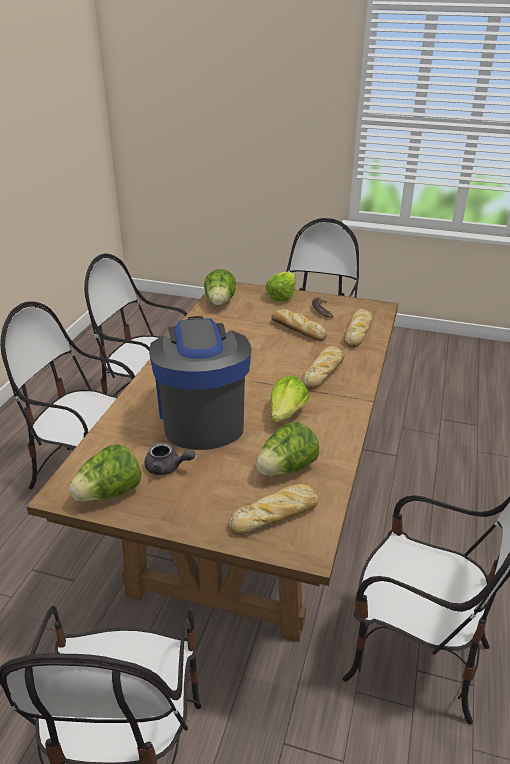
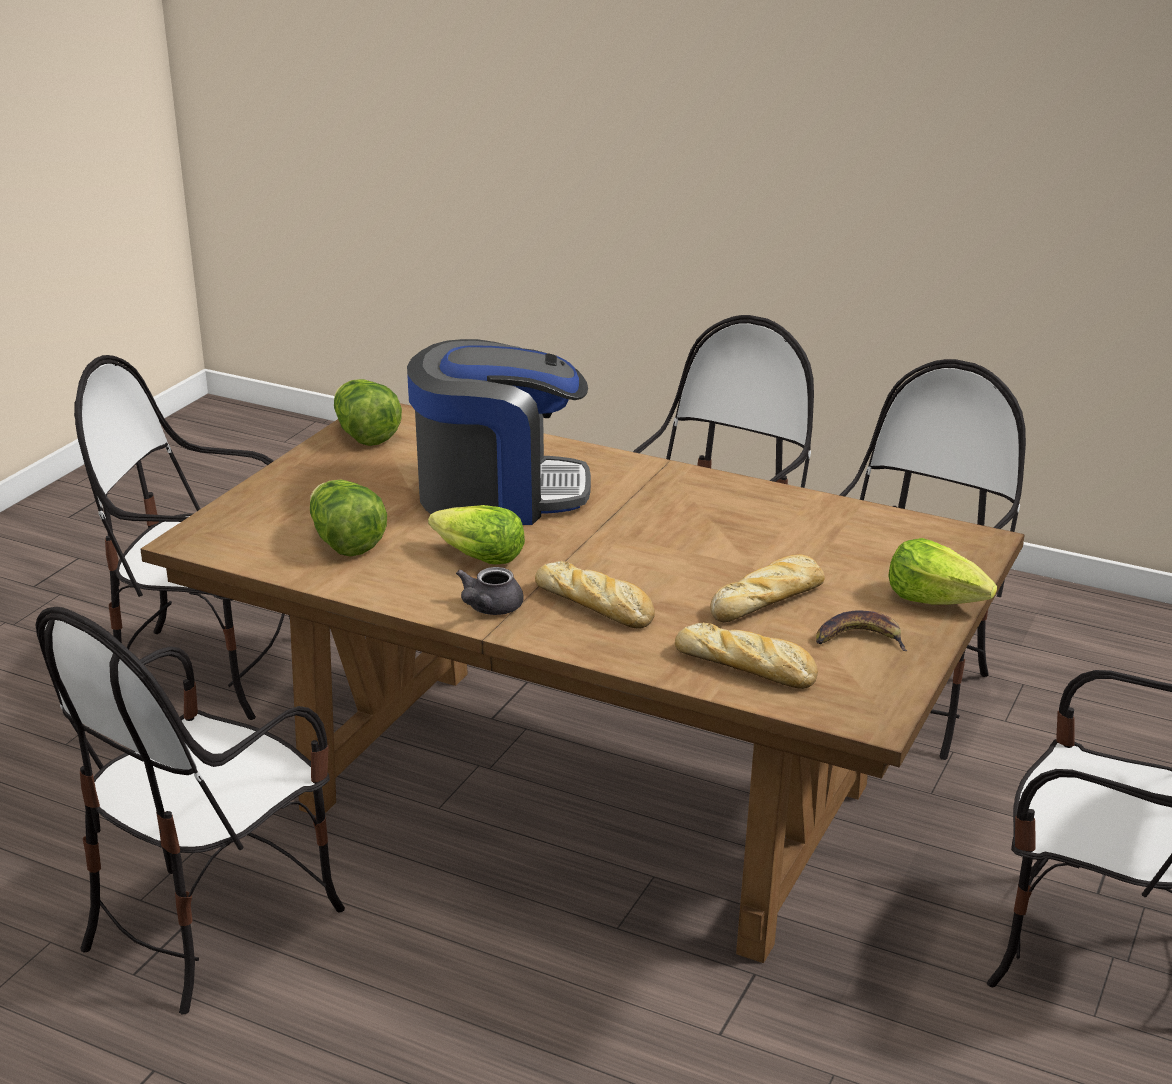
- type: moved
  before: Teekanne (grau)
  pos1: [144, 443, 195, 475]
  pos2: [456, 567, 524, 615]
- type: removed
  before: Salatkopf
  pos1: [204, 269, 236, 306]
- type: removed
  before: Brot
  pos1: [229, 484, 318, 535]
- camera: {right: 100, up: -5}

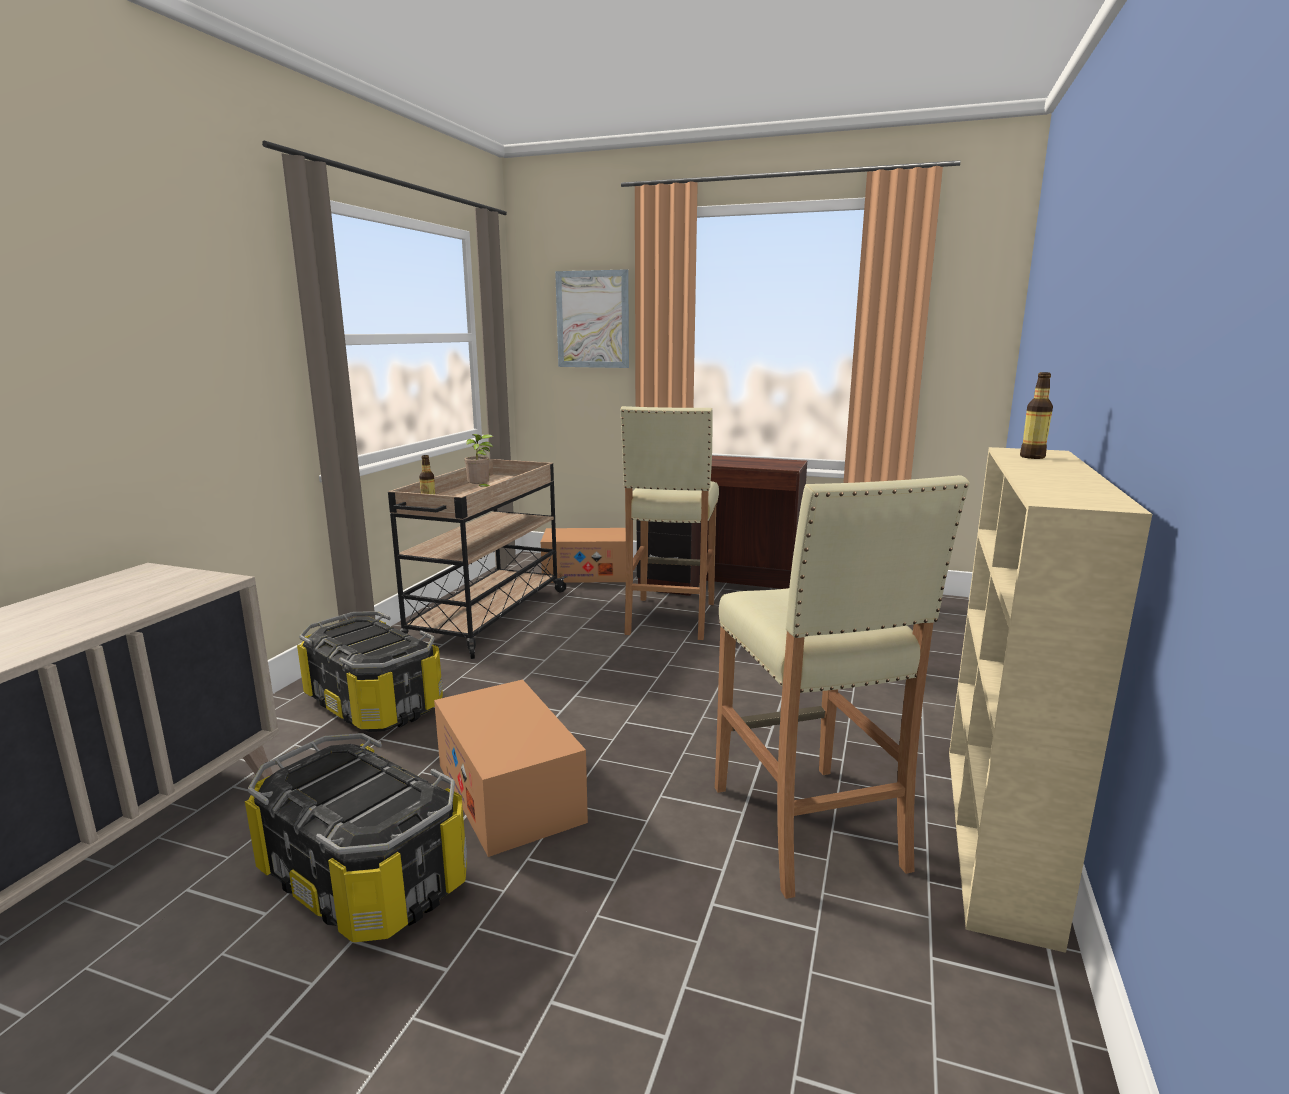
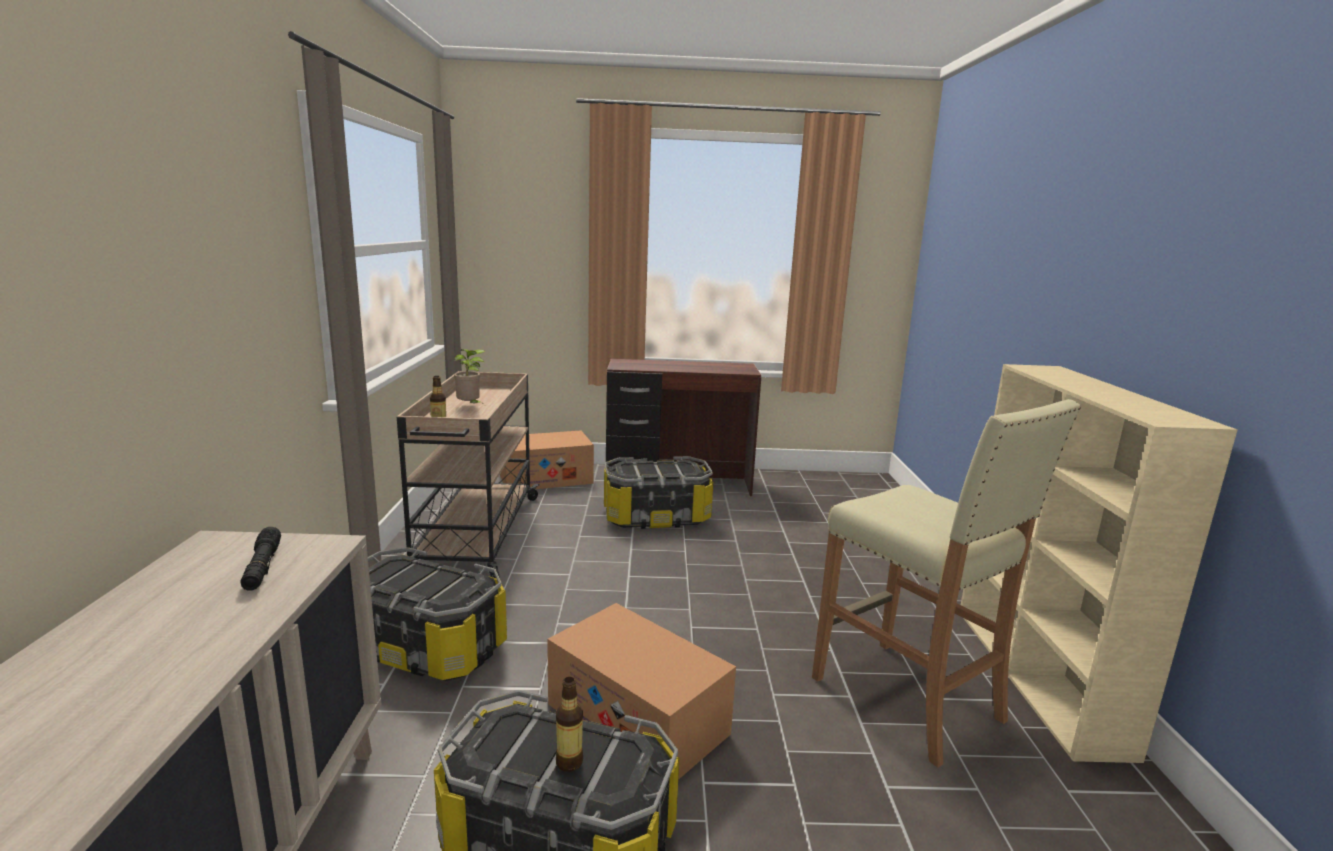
- type: added
  after: Taschenlampe (schwarz)
  pos2: [241, 527, 281, 590]
- type: moved
  before: Flasche
  pos1: [1020, 372, 1053, 459]
  pos2: [556, 677, 583, 772]
- type: replaced
  before: Hocker (beige)
  after: Aufbewahrungsbox
  pos1: [621, 406, 719, 640]
  pos2: [604, 456, 713, 529]
- type: removed
  before: Bild
  pos1: [555, 269, 629, 368]
- camera: {right: -20, up: 0}

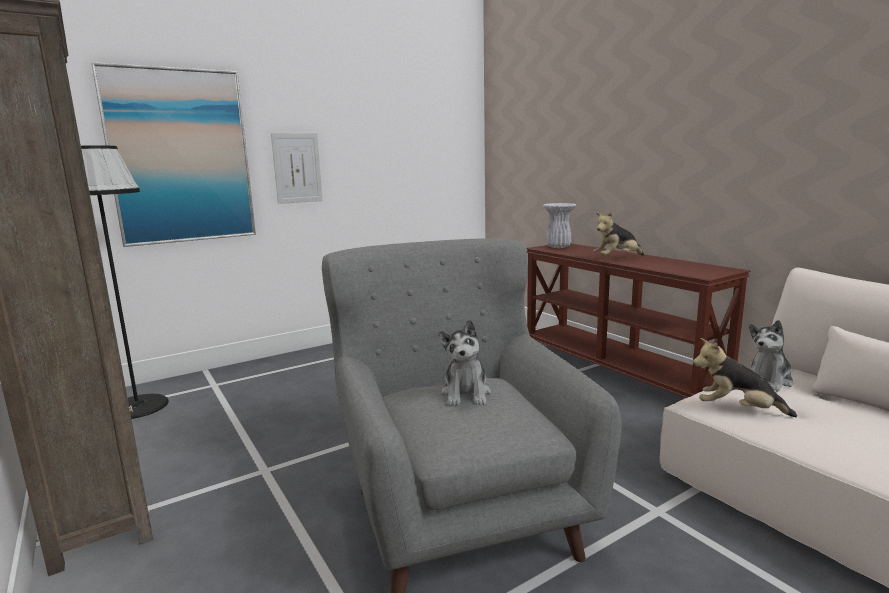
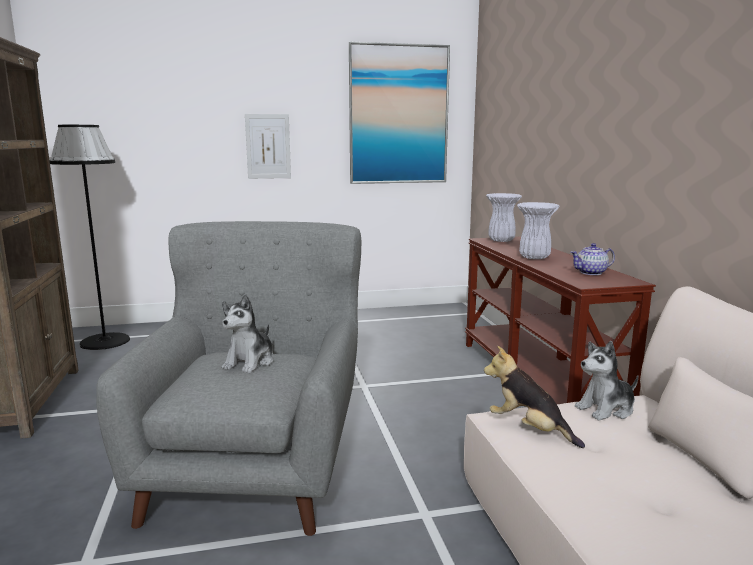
- type: moved
  before: Bild
  pos1: [91, 62, 256, 247]
  pos2: [349, 42, 450, 184]
- type: replaced
  before: Plüschtier
  after: Vase (weiß)
  pos1: [594, 211, 644, 256]
  pos2: [517, 202, 560, 259]
- type: added
  after: Teekanne
  pos2: [570, 243, 615, 275]
- camera: {right: 20, up: 0}

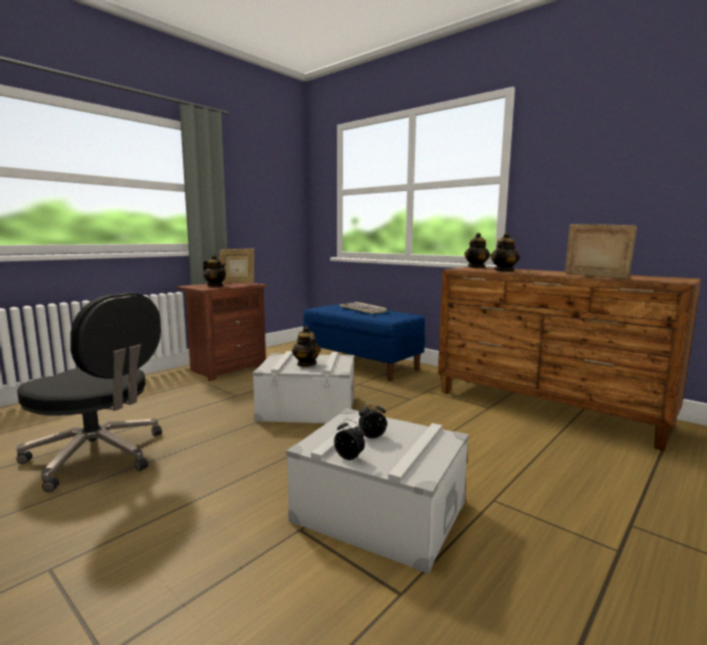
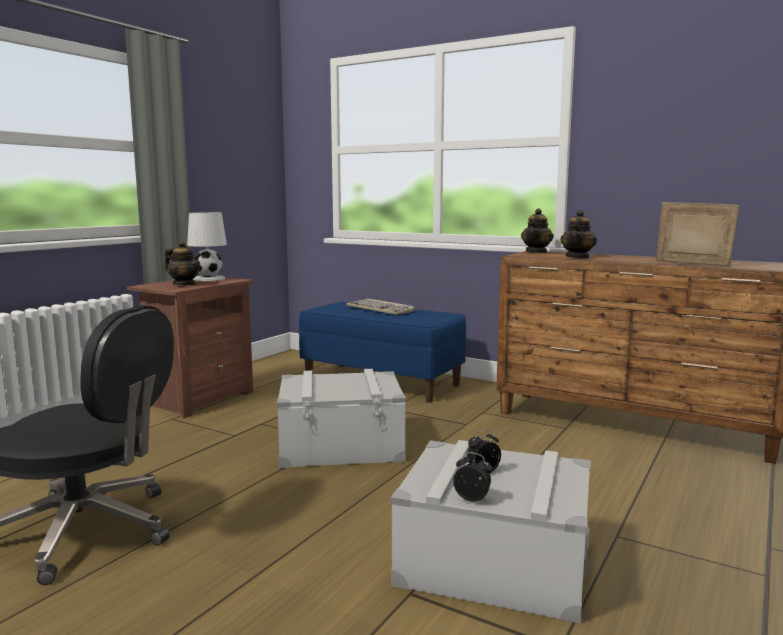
- type: replaced
  before: Bilderrahmen
  after: Tischlampe (weiß)
  pos1: [220, 249, 254, 283]
  pos2: [187, 212, 227, 281]
- type: removed
  before: Teekanne
  pos1: [292, 326, 321, 367]
- camera: {right: -10, up: 0}

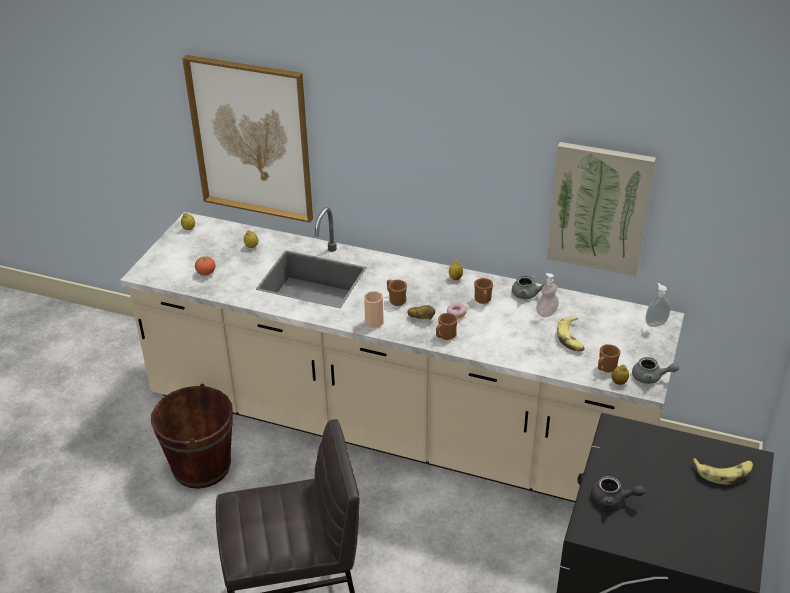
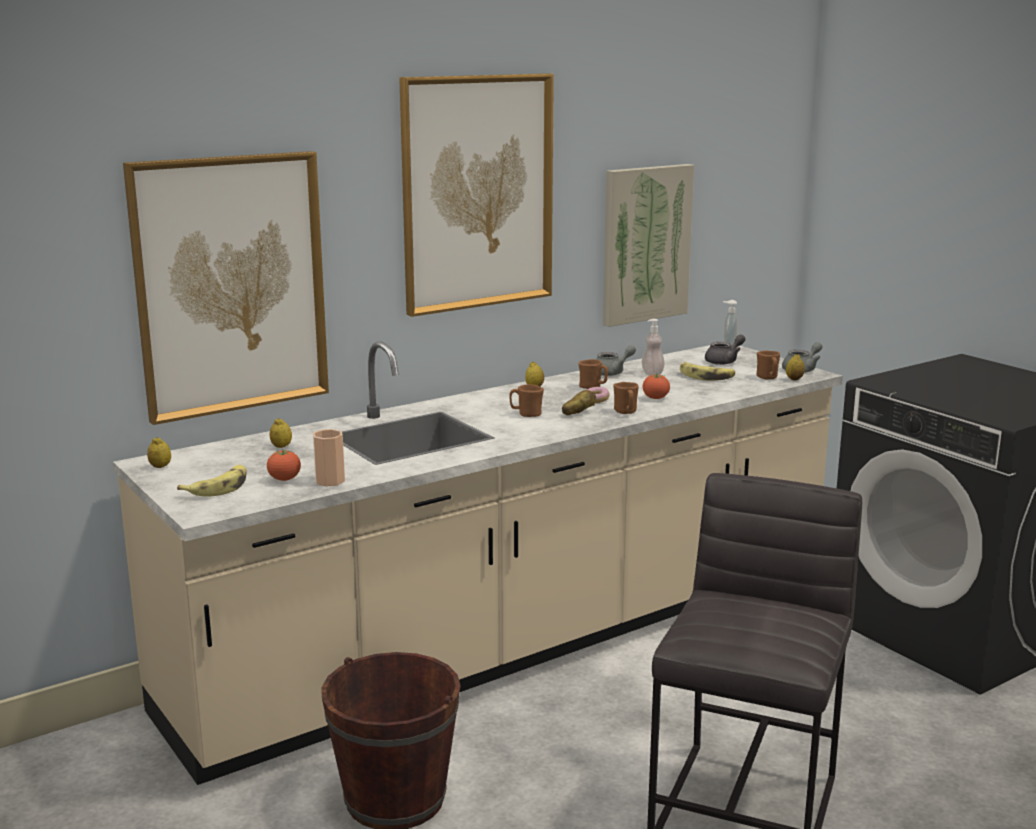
- type: moved
  before: Banane
  pos1: [692, 458, 753, 484]
  pos2: [177, 465, 246, 497]
- type: moved
  before: Tasse
  pos1: [364, 291, 384, 328]
  pos2: [313, 429, 345, 486]
- type: added
  after: Bild
  pos2: [399, 73, 554, 317]
- type: added
  after: Tomate
  pos2: [643, 374, 670, 399]
- type: moved
  before: Teekanne (grau)
  pos1: [591, 476, 645, 509]
  pos2: [705, 334, 745, 365]
- camera: {right: -55, up: -20}

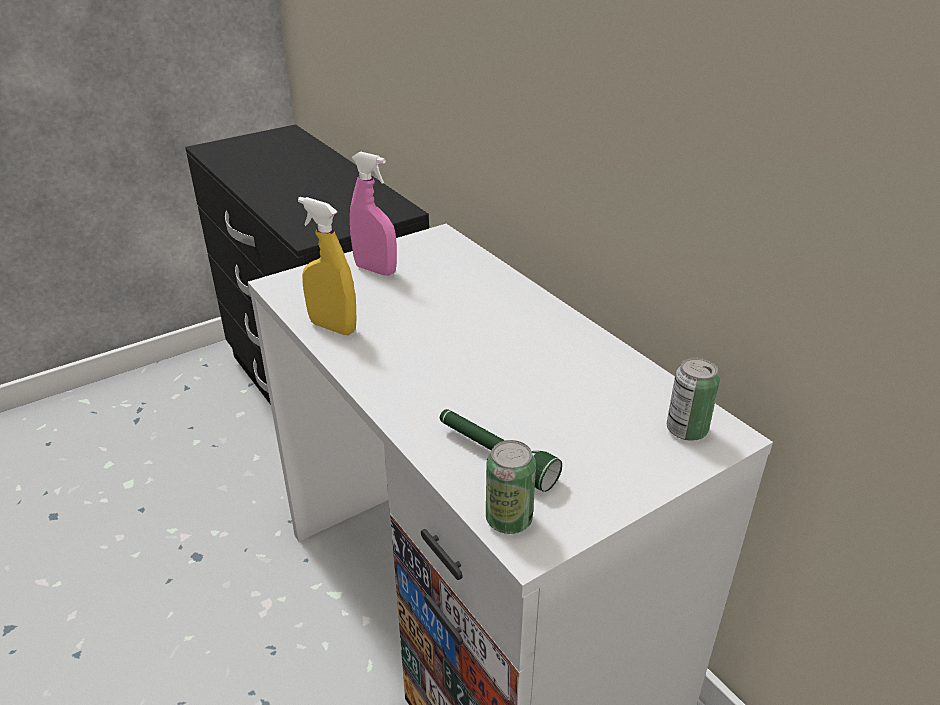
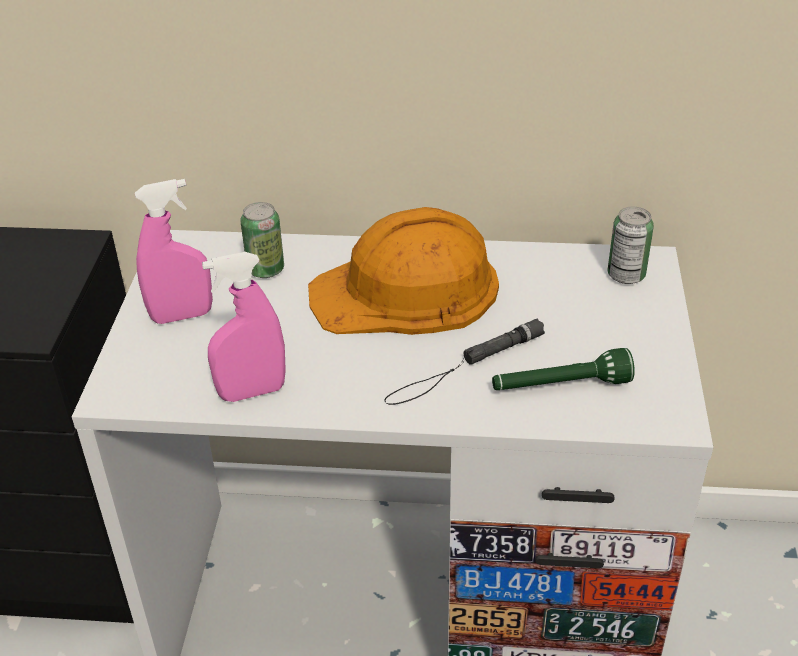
- type: recoloured
  before: Sprühflasche (gelb)
  after: Sprühflasche (rosa)
  pos1: [298, 197, 356, 335]
  pos2: [202, 252, 286, 402]
- type: moved
  before: Dose
  pos1: [486, 440, 536, 534]
  pos2: [240, 202, 284, 278]
- type: added
  after: Schutzhelm (orange)
  pos2: [308, 207, 499, 335]
- type: added
  after: Taschenlampe (schwarz)
  pos2: [384, 319, 545, 405]
- camera: {right: -50, up: 5}

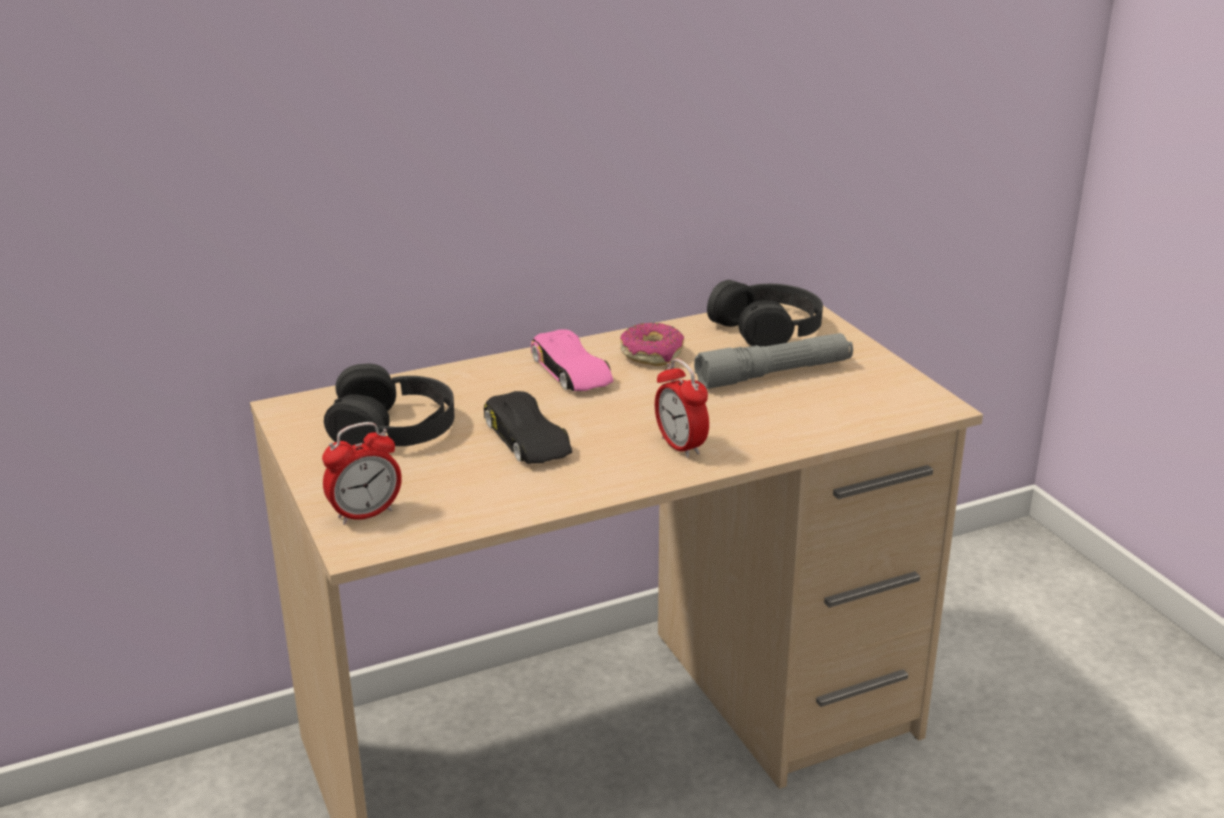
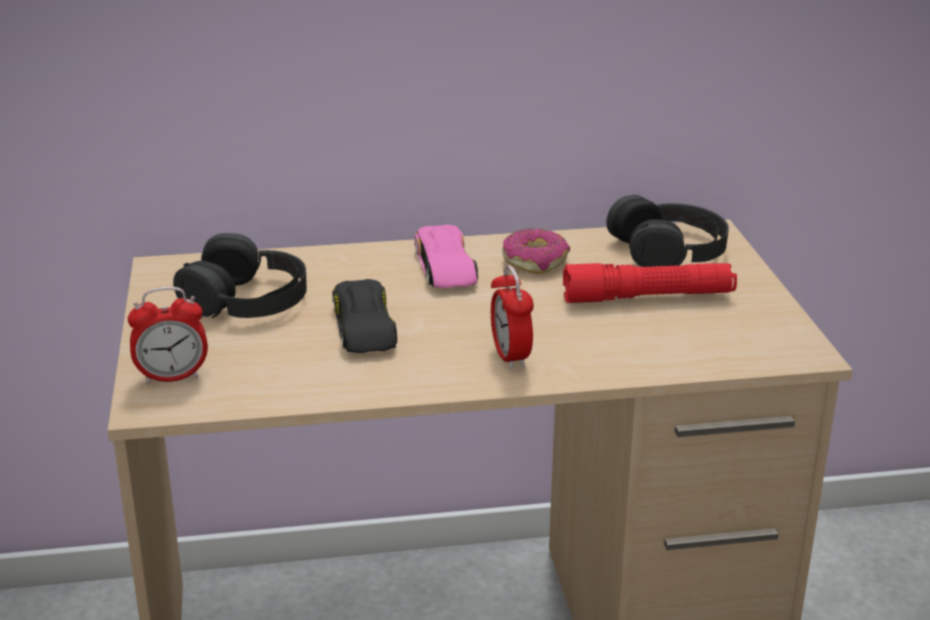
- type: recoloured
  before: Taschenlampe (grau)
  after: Taschenlampe (rot)
  pos1: [694, 333, 853, 389]
  pos2: [563, 263, 737, 303]
- camera: {right: 15, up: 0}

